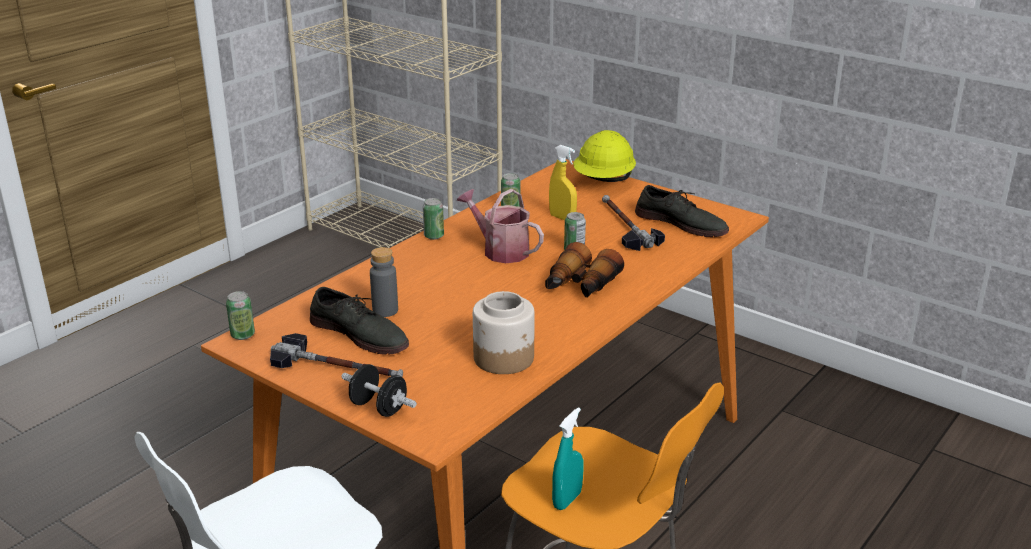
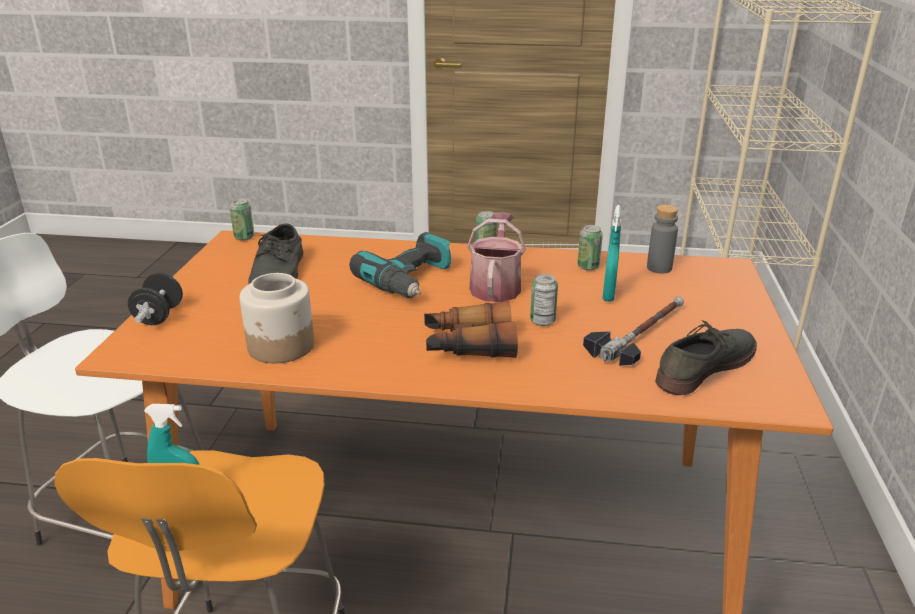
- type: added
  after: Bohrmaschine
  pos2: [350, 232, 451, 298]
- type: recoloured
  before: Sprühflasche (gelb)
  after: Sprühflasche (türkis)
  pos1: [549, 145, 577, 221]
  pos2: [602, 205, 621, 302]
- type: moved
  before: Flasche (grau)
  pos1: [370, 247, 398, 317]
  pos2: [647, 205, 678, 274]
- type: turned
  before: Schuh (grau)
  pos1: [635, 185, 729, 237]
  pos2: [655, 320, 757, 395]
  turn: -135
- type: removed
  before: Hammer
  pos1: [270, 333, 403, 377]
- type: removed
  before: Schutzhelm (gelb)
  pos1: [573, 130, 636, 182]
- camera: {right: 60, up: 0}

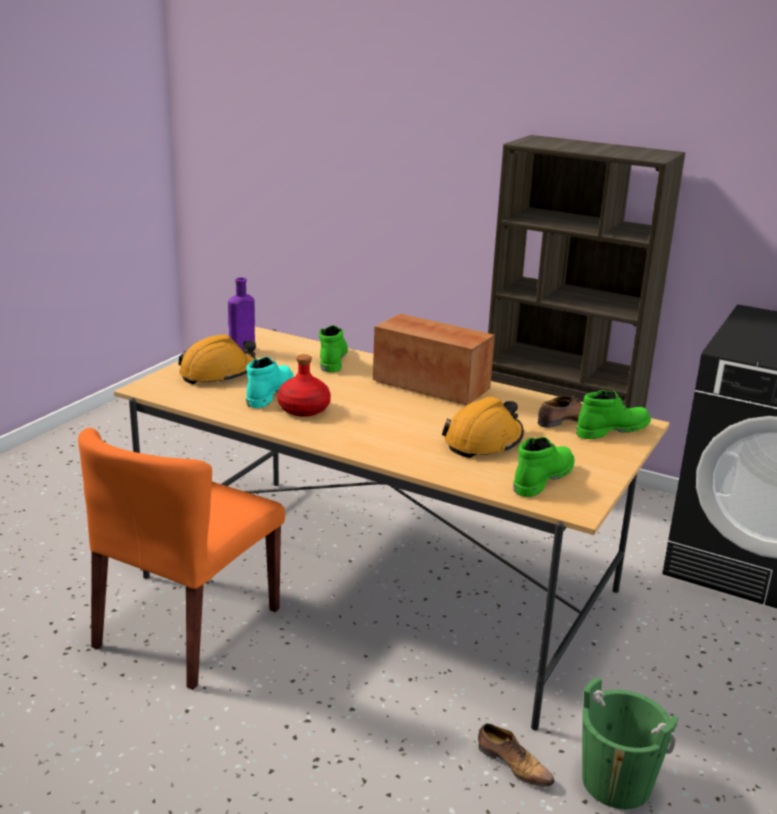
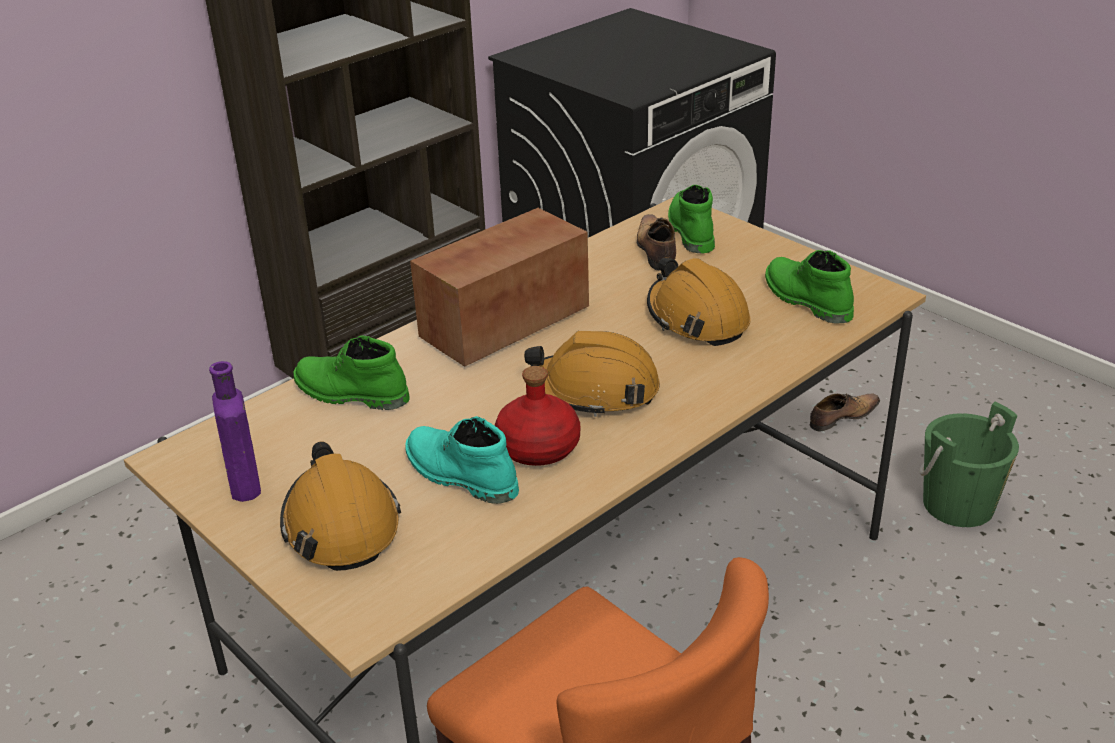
- type: added
  after: Schutzhelm (orange)
  pos2: [524, 331, 660, 417]
- type: moved
  before: Schuh
  pos1: [478, 723, 555, 787]
  pos2: [810, 394, 880, 431]
- camera: {right: -70, up: 10}

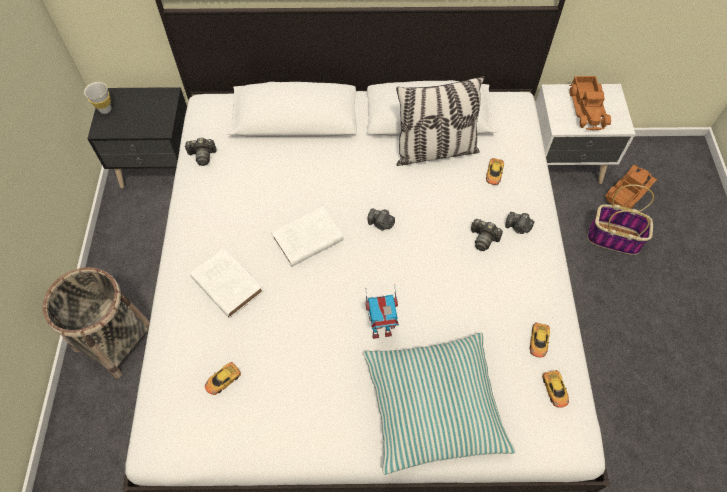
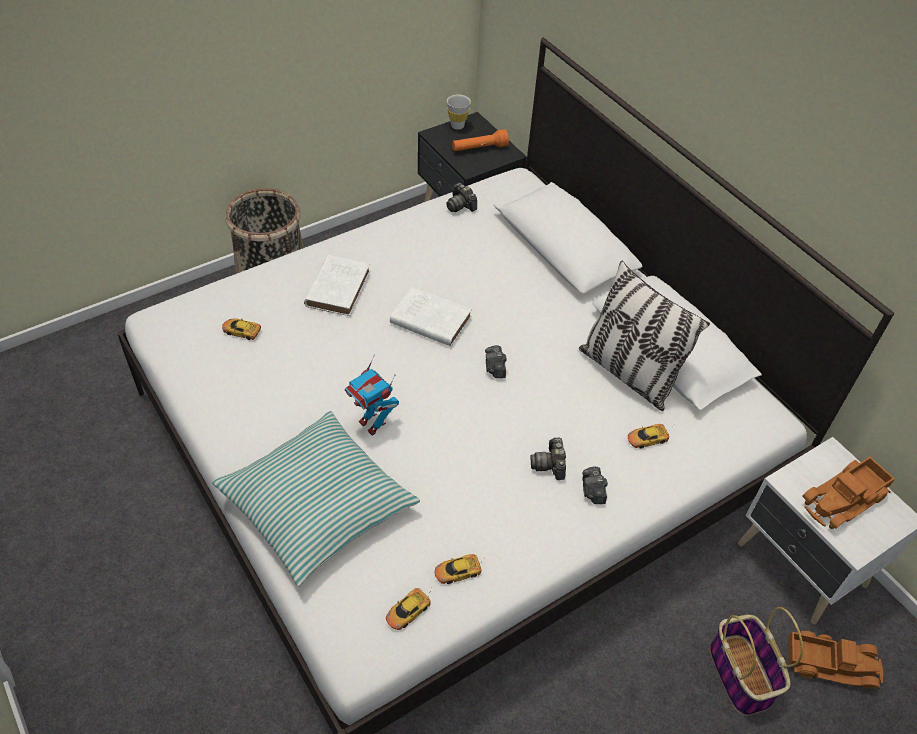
- type: added
  after: Taschenlampe (orange)
  pos2: [452, 129, 509, 151]
- camera: {right: 55, up: -10}

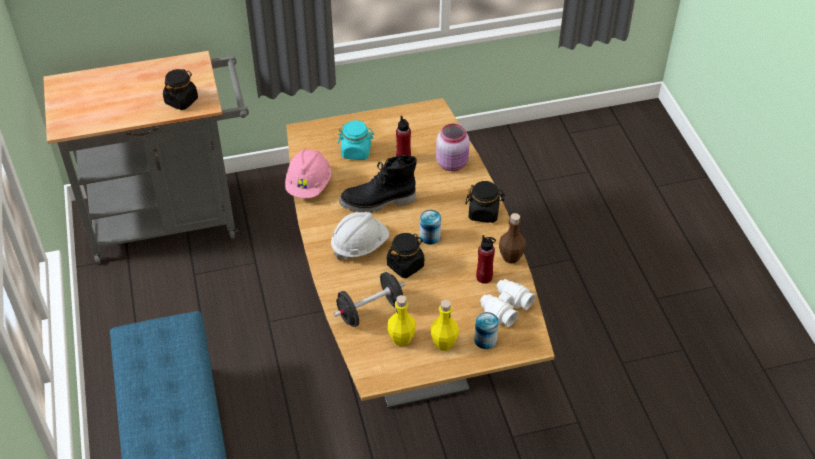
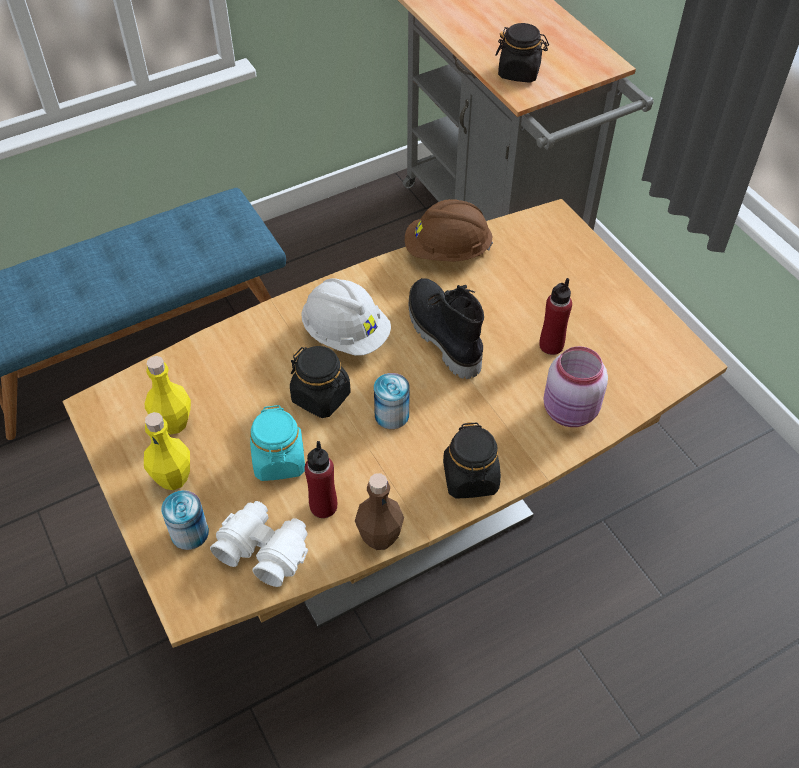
- type: moved
  before: Vorratsglas (türkis)
  pos1: [338, 120, 374, 160]
  pos2: [250, 405, 305, 481]
- type: recoloured
  before: Schutzhelm (rosa)
  after: Schutzhelm (braun)
  pos1: [285, 149, 331, 198]
  pos2: [405, 199, 493, 262]
- type: removed
  before: Hantel (schwarz)
  pos1: [334, 272, 405, 327]
- camera: {right: 75, up: 5}

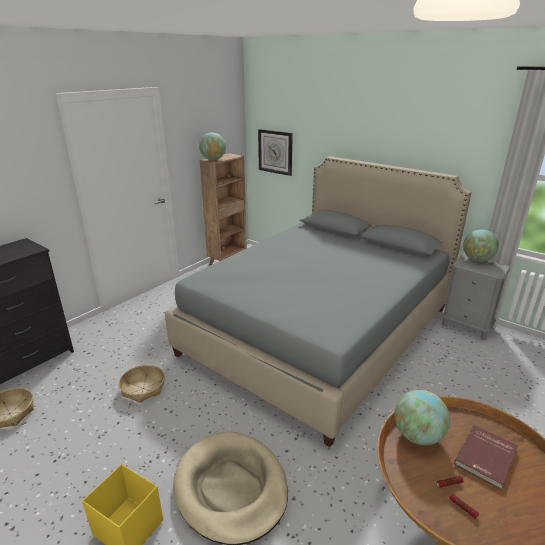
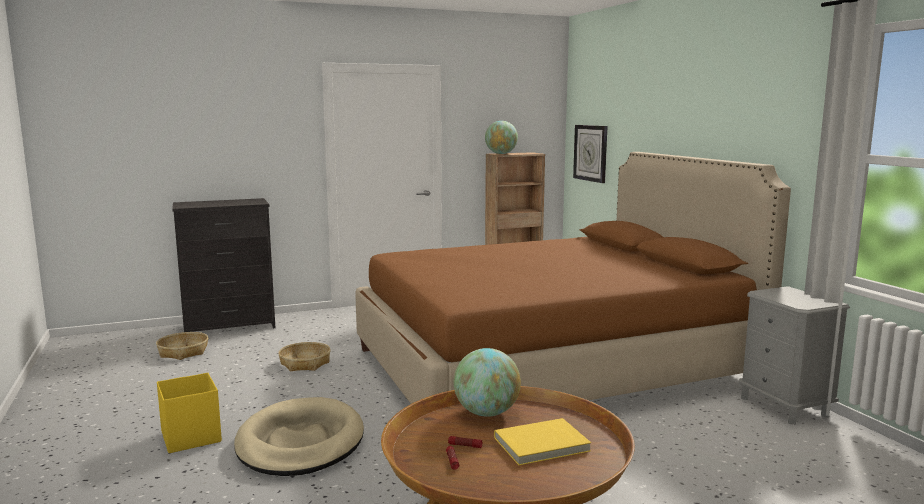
- type: recoloured
  before: Bett (grau)
  after: Bett (braun)
  pos1: [165, 156, 472, 447]
  pos2: [355, 152, 791, 404]
- type: recoloured
  before: Buch (rot)
  after: Buch (gelb)
  pos1: [454, 425, 518, 490]
  pos2: [494, 418, 591, 465]
- type: removed
  before: Globus
  pos1: [463, 229, 499, 262]
- camera: {right: 30, up: -15}

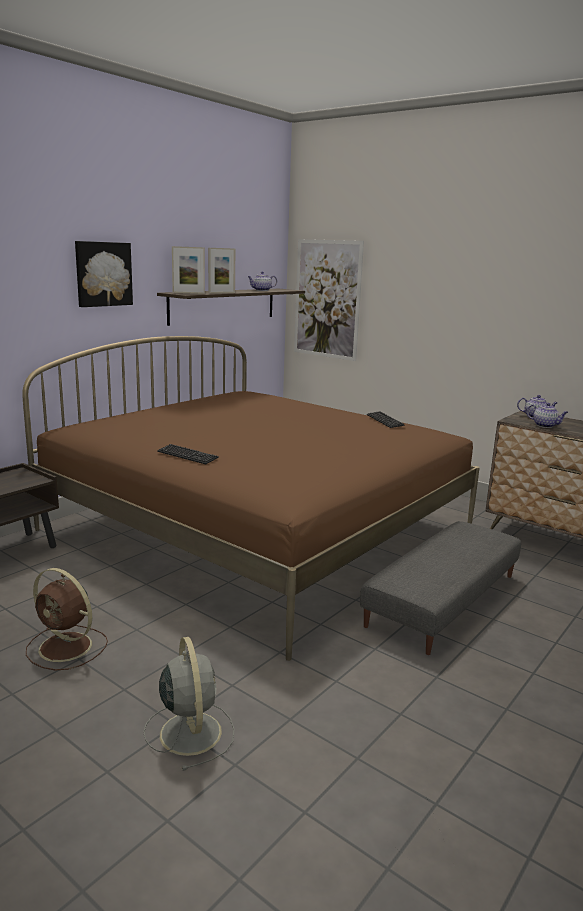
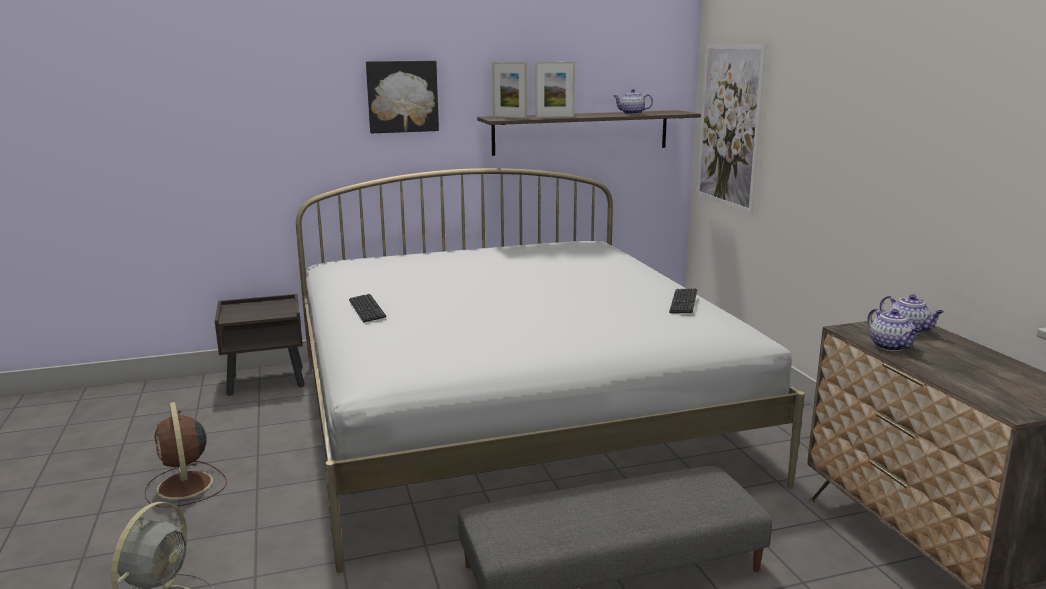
- type: recoloured
  before: Bett (braun)
  after: Bett (weiß)
  pos1: [22, 336, 480, 661]
  pos2: [296, 168, 805, 573]
- camera: {right: 35, up: 0}

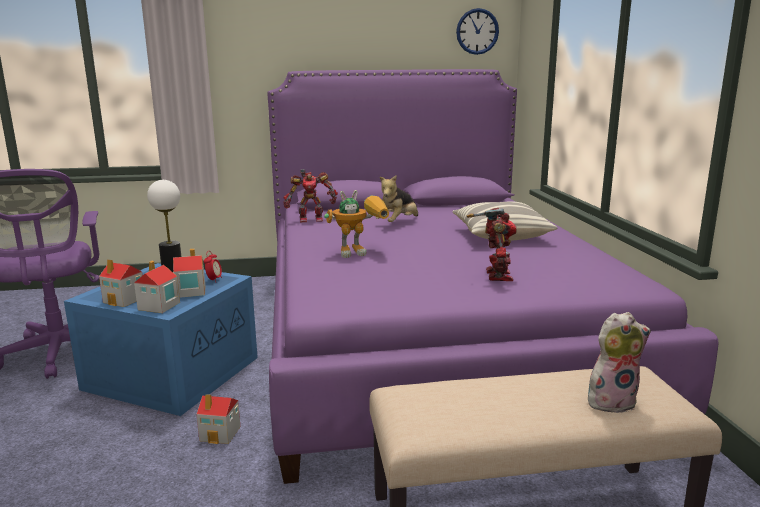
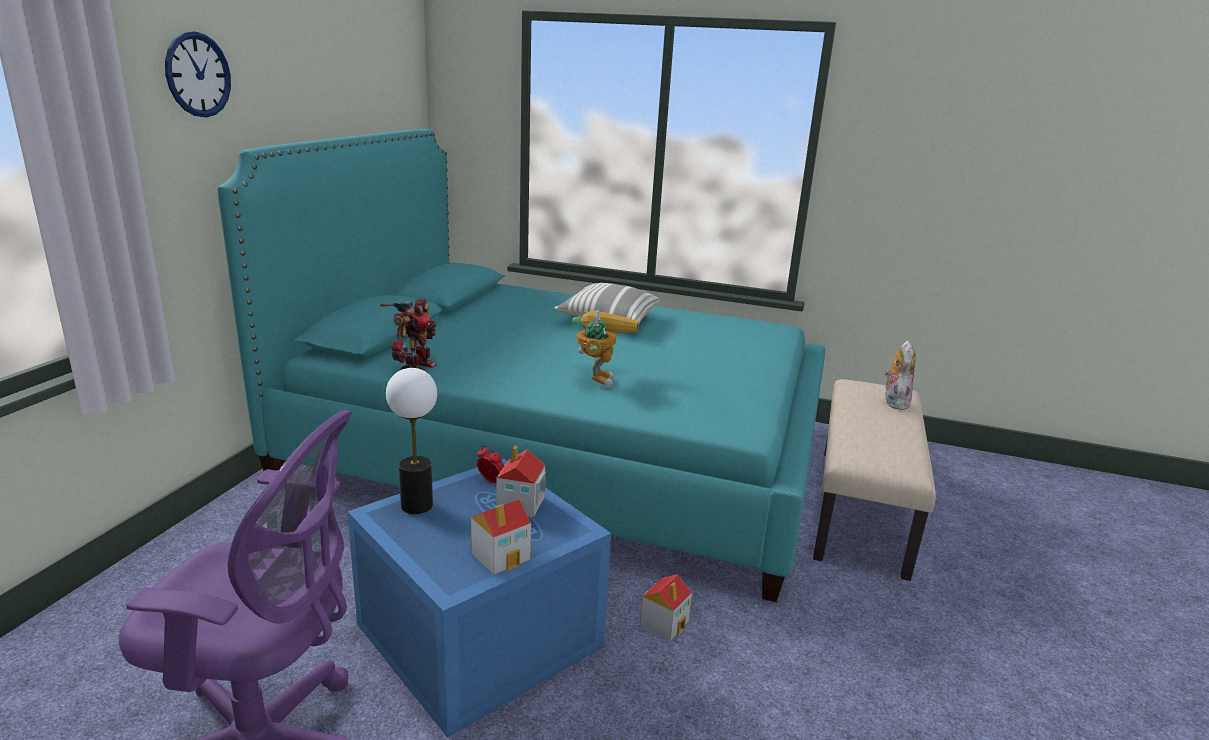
- type: moved
  before: Wanduhr
  pos1: [456, 8, 499, 55]
  pos2: [165, 31, 231, 118]
- type: recoloured
  before: Bett (lila)
  after: Bett (türkis)
  pos1: [268, 69, 719, 484]
  pos2: [217, 129, 825, 602]
- type: removed
  before: Spielzeughaus
  pos1: [134, 260, 180, 313]
- type: removed
  before: Plüschtier
  pos1: [376, 175, 418, 222]
- type: removed
  before: Spielzeugroboter
  pos1: [467, 208, 517, 281]
- camera: {right: -65, up: 5}

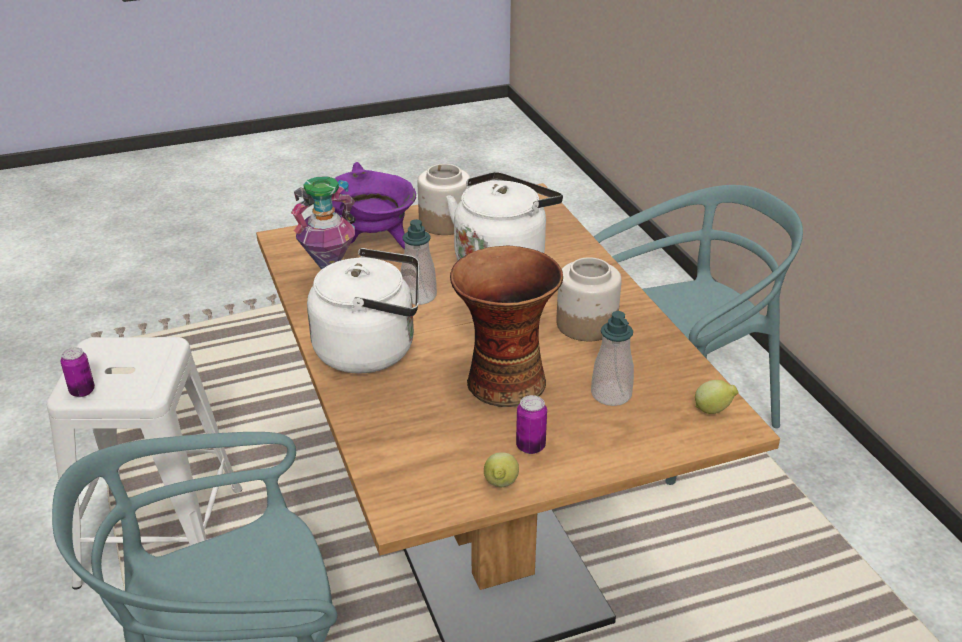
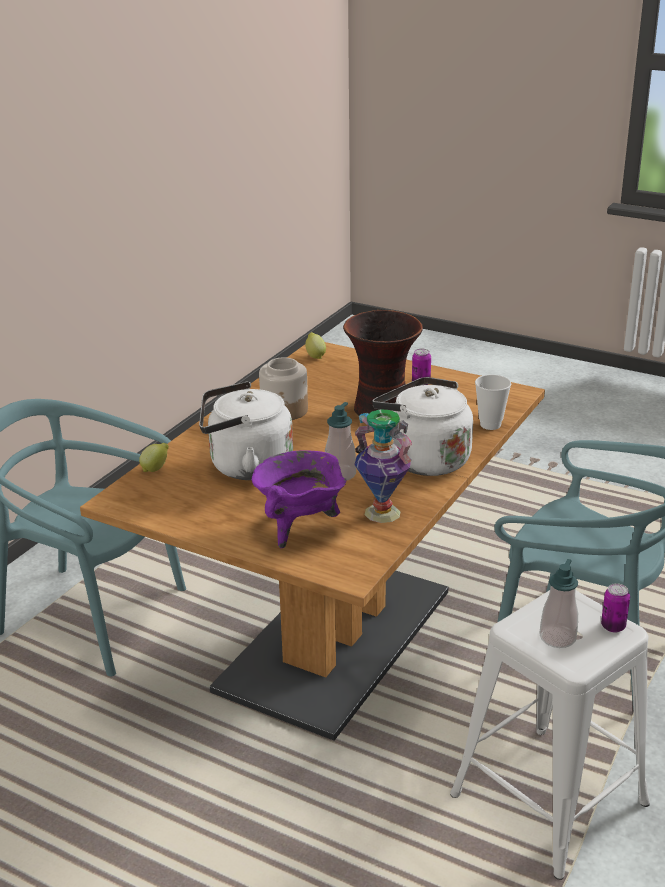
- type: moved
  before: Zitrone
  pos1: [484, 452, 519, 488]
  pos2: [139, 443, 169, 472]
- type: added
  after: Tasse
  pos2: [475, 375, 511, 430]
- type: moved
  before: Seifenspender
  pos1: [591, 311, 634, 406]
  pos2: [539, 559, 578, 648]
- type: removed
  before: Vorratsglas
  pos1: [417, 164, 470, 235]
- camera: {right: -130, up: -5}

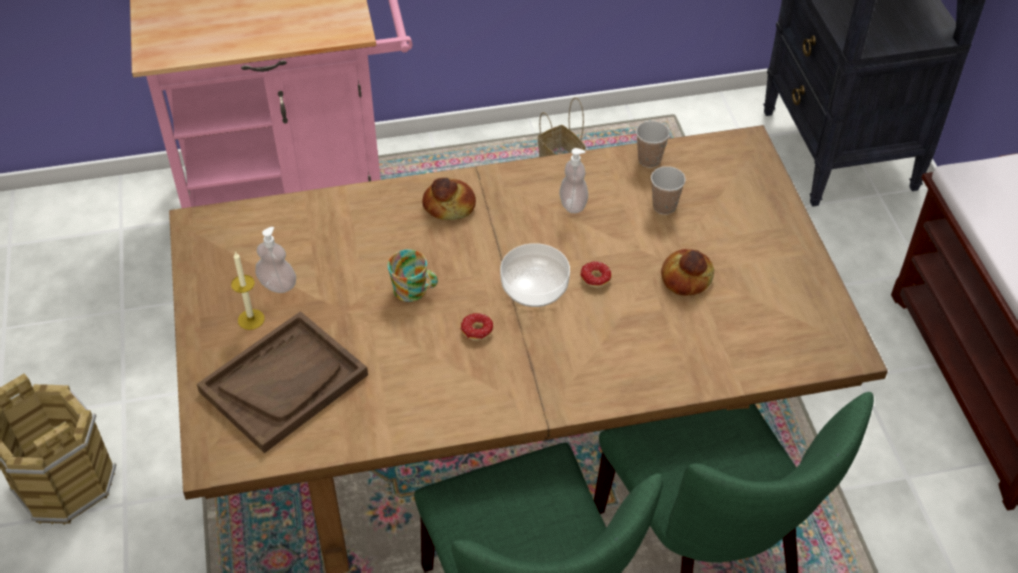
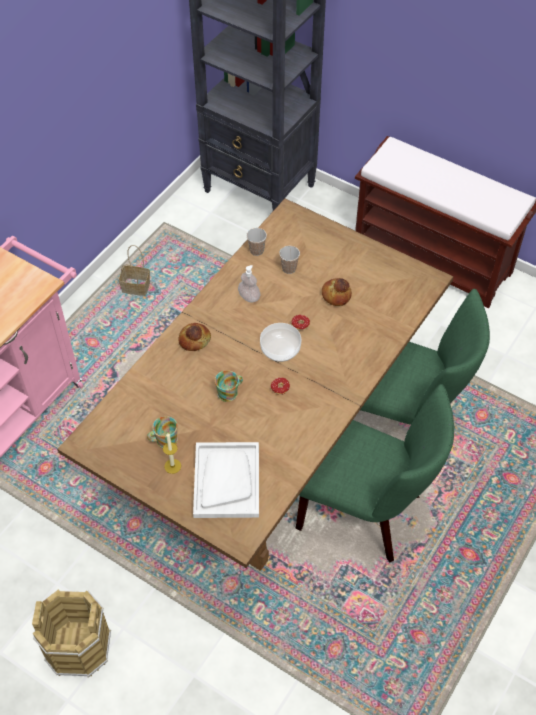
- type: replaced
  before: Seifenspender
  after: Henkelbecher
  pos1: [255, 227, 296, 293]
  pos2: [147, 416, 178, 448]
- type: recoloured
  before: Tablett (braun)
  after: Tablett (weiß)
  pos1: [197, 311, 368, 453]
  pos2: [193, 442, 259, 518]
- camera: {right: -45, up: 5}

